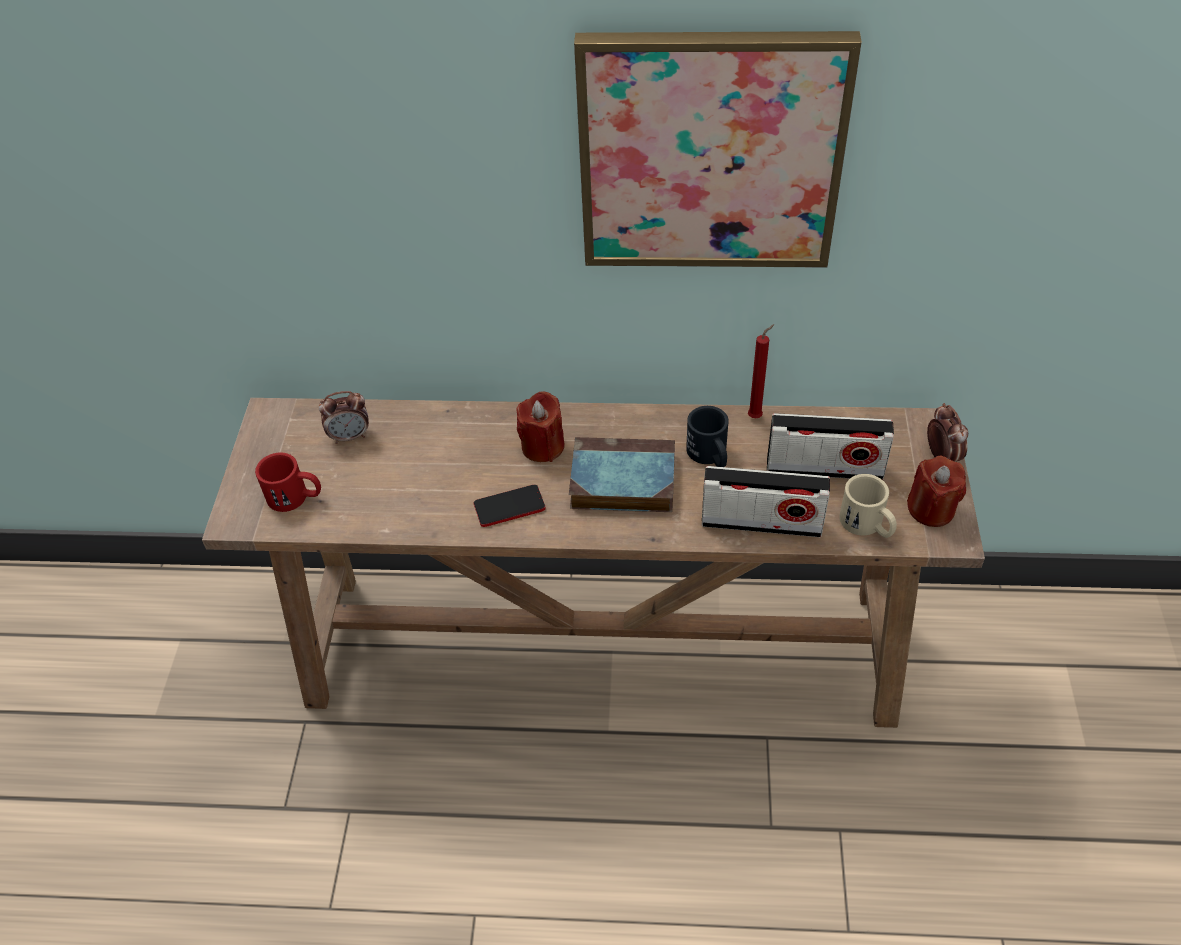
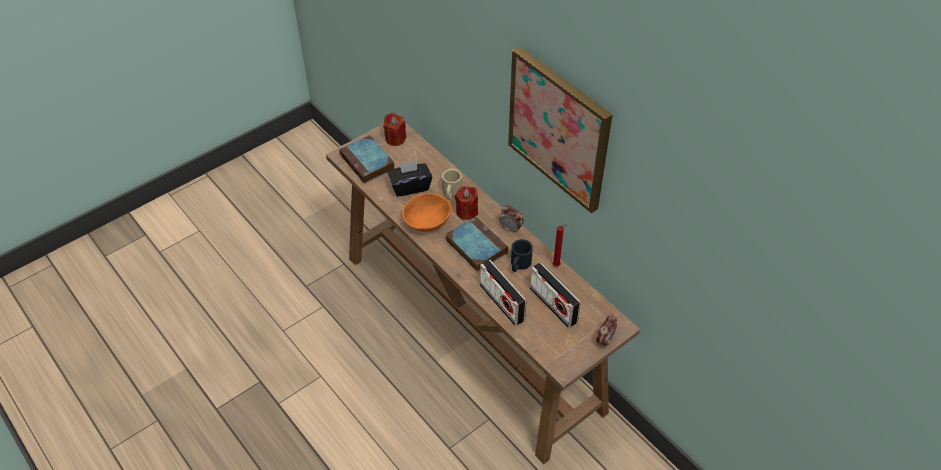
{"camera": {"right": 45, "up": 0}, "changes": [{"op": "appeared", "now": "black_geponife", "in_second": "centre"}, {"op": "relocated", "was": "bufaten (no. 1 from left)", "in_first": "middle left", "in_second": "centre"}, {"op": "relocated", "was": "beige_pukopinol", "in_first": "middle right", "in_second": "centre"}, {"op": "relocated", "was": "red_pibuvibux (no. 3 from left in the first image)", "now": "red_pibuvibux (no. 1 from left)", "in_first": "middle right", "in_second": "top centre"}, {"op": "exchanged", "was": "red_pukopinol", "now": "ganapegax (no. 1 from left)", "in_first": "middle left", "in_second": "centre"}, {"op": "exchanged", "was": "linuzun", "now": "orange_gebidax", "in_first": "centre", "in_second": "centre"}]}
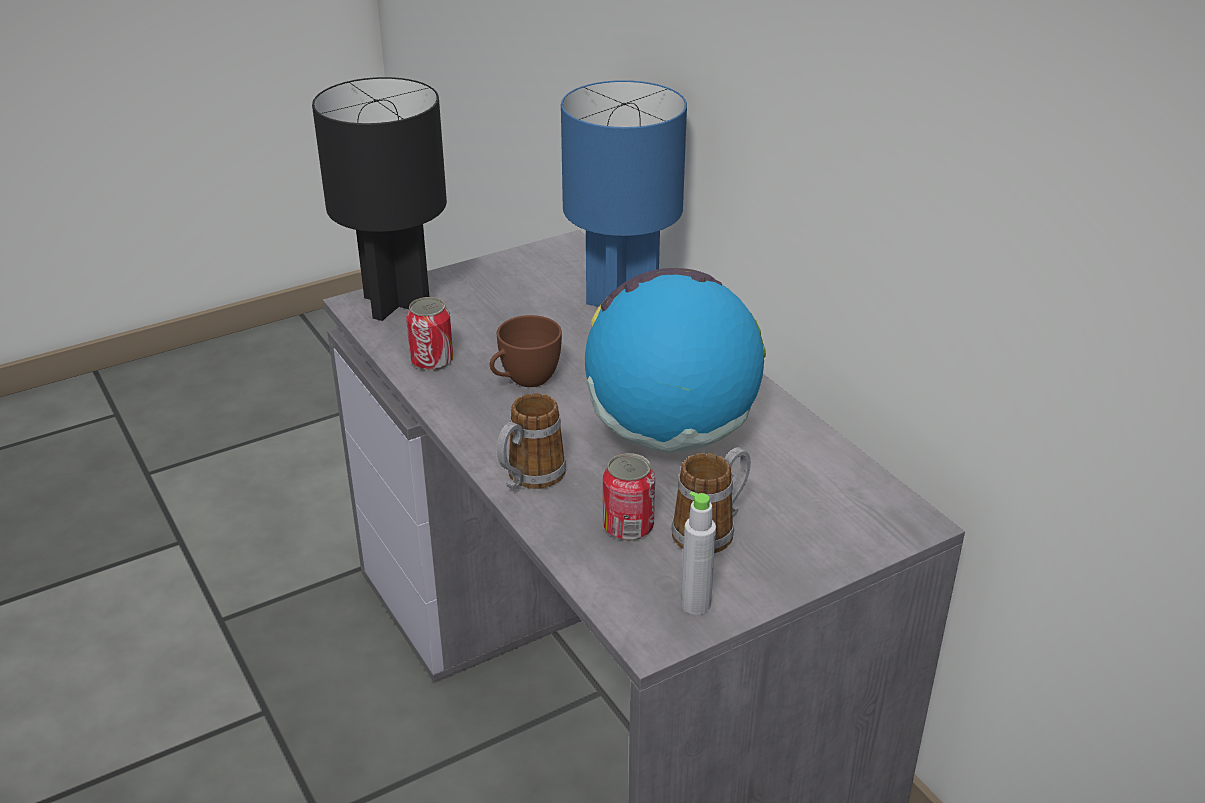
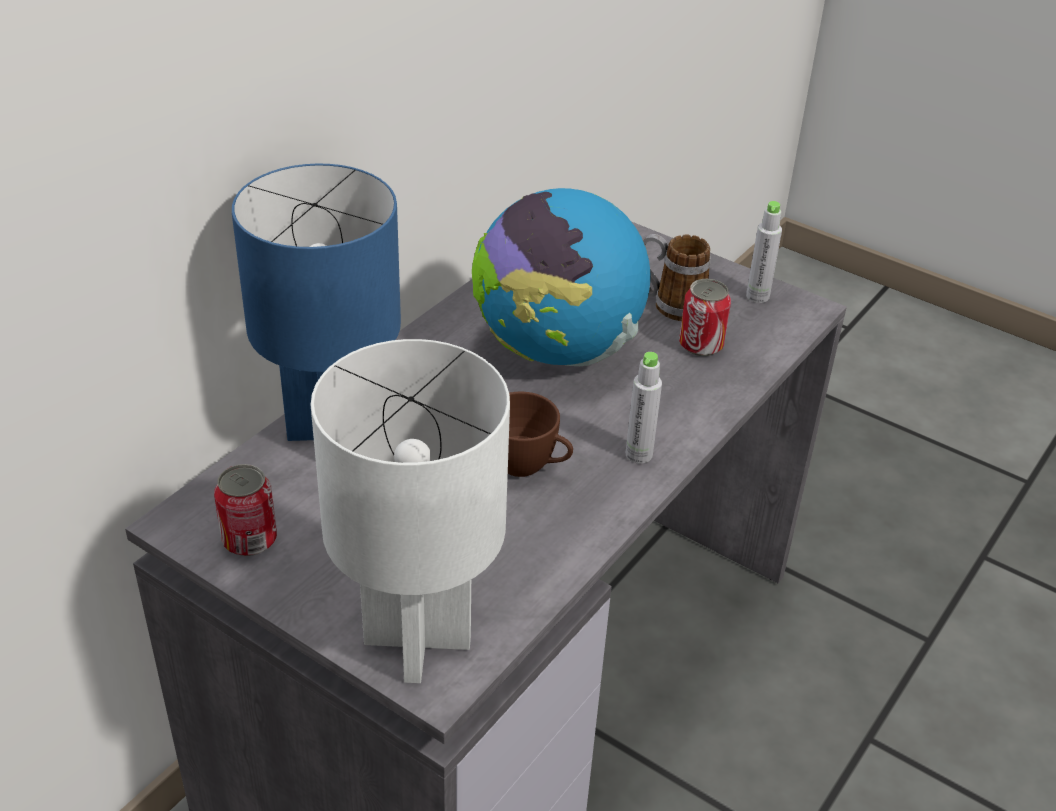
{"camera": {"right": -115, "up": 5}, "changes": [{"op": "missing", "was": "pukopinol (no. 1 from left)", "in_first": "centre"}, {"op": "appeared", "now": "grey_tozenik (no. 1 from left)", "in_second": "centre"}, {"op": "relocated", "was": "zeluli (no. 1 from left)", "in_first": "centre", "in_second": "middle left"}, {"op": "colour", "was": "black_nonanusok", "now": "white_nonanusok", "in_first": "top left", "in_second": "centre"}]}
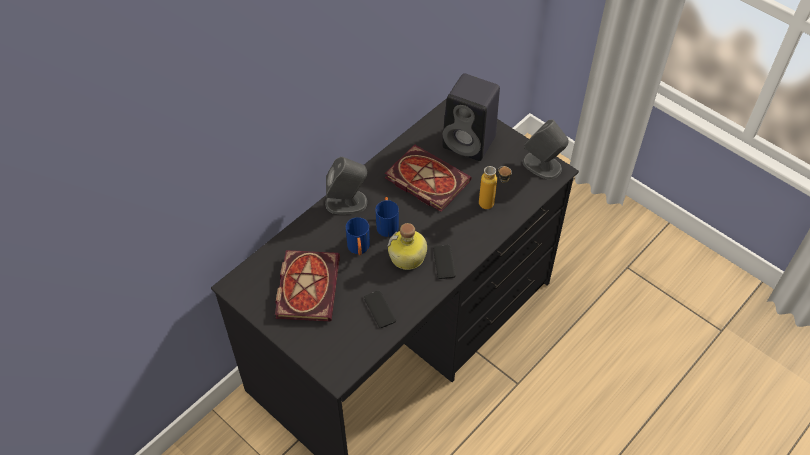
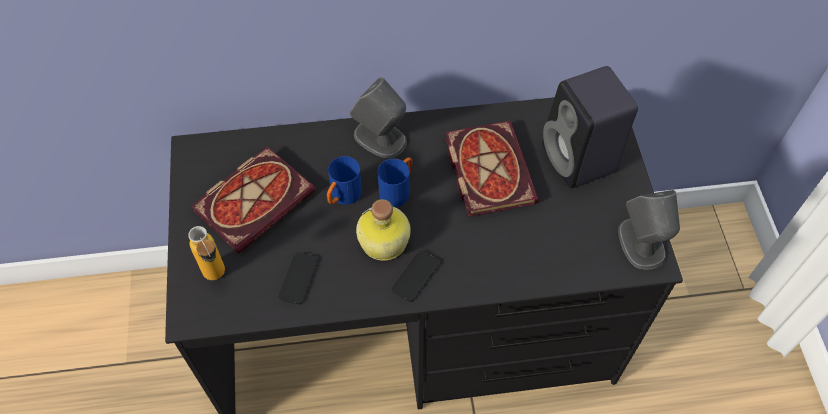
{"camera": {"right": 40, "up": 5}, "changes": [{"op": "relocated", "was": "tozenik (no. 2 from left in the first image)", "now": "tozenik (no. 1 from left)", "in_first": "centre", "in_second": "middle left"}]}
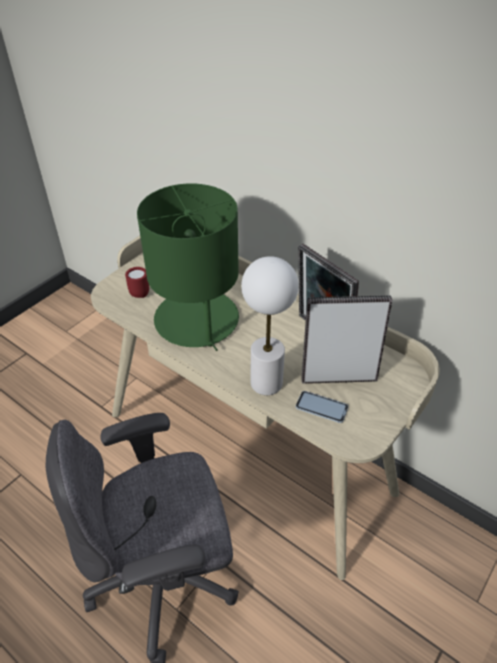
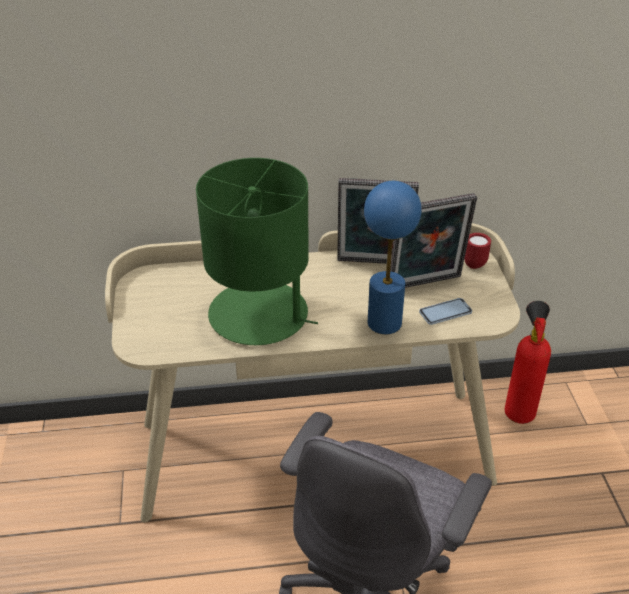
{"camera": {"right": -45, "up": -5}, "changes": [{"op": "appeared", "now": "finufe", "in_second": "middle right"}, {"op": "relocated", "was": "red_pukopinol", "in_first": "middle left", "in_second": "middle right"}, {"op": "colour", "was": "white_nonanusok", "now": "blue_nonanusok", "in_first": "centre", "in_second": "centre"}, {"op": "spun", "was": "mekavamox (no. 2 from left)", "in_first": "middle right", "in_second": "middle right", "clockwise": -150}]}
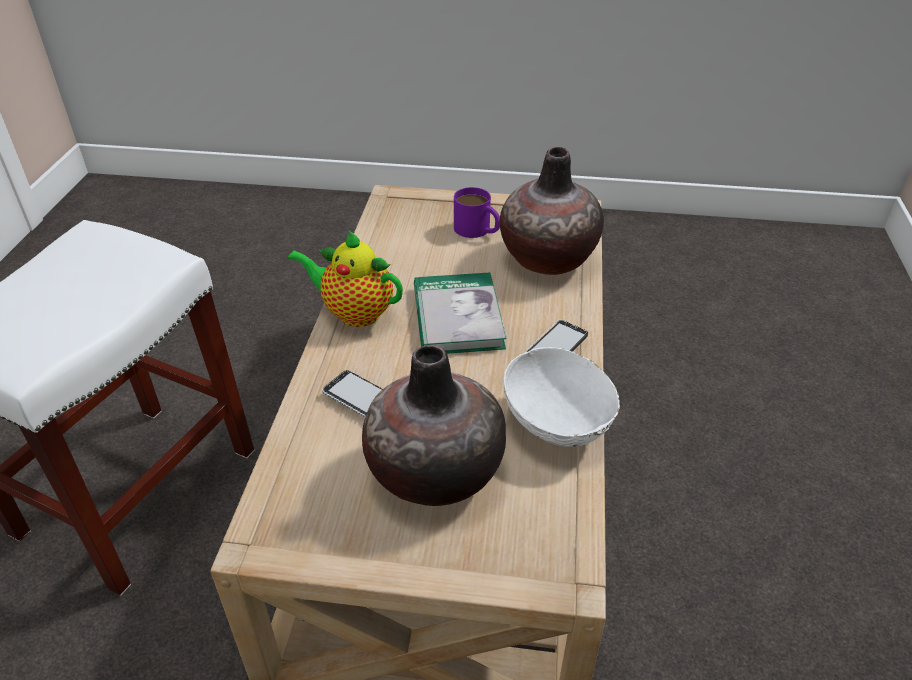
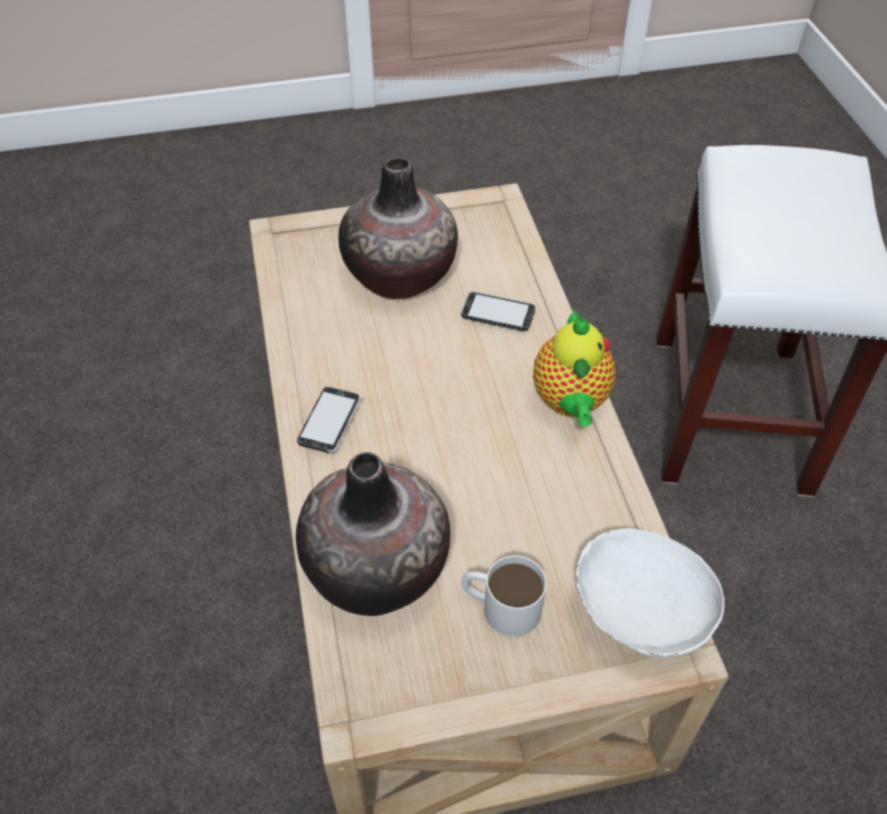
{"camera": {"right": 160, "up": 10}, "changes": [{"op": "missing", "was": "ganapegax", "in_first": "centre"}, {"op": "relocated", "was": "white_gebidax", "in_first": "centre", "in_second": "bottom right"}, {"op": "colour", "was": "purple_pukopinol", "now": "white_pukopinol", "in_first": "top centre", "in_second": "bottom centre"}, {"op": "spun", "was": "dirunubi", "in_first": "centre", "in_second": "centre", "clockwise": 90}]}
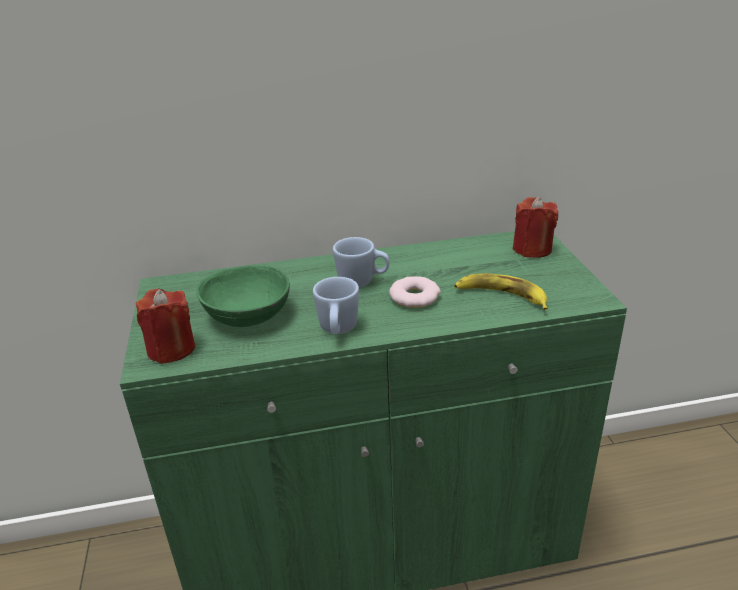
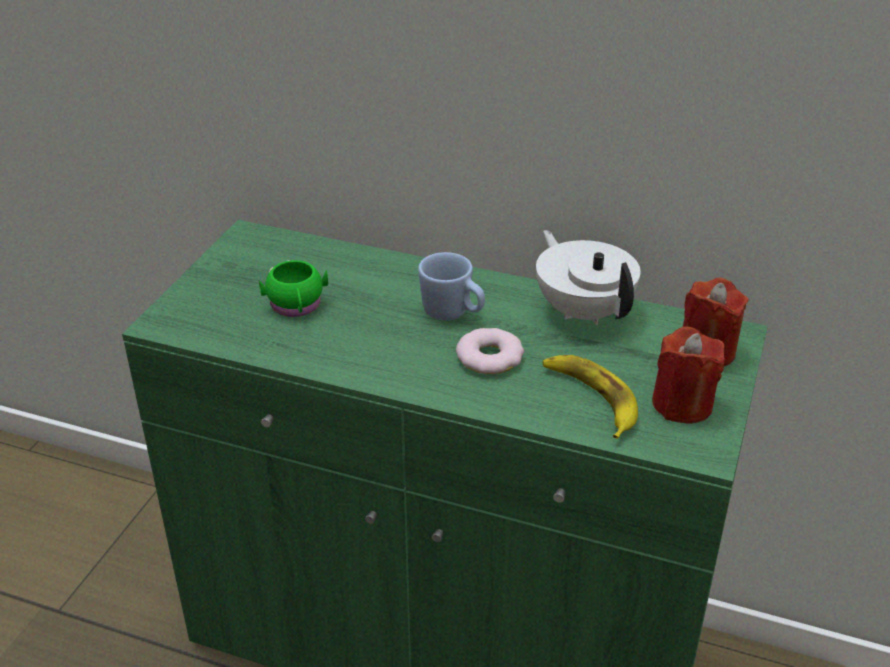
{"camera": {"right": 30, "up": 5}, "changes": [{"op": "missing", "was": "blue_pukopinol (no. 1 from left)", "in_first": "centre"}, {"op": "appeared", "now": "white_dirunubi", "in_second": "centre"}, {"op": "relocated", "was": "red_pibuvibux (no. 1 from left)", "in_first": "middle left", "in_second": "middle right"}, {"op": "exchanged", "was": "green_gebidax", "now": "green_pukopinol", "in_first": "middle left", "in_second": "middle left"}]}
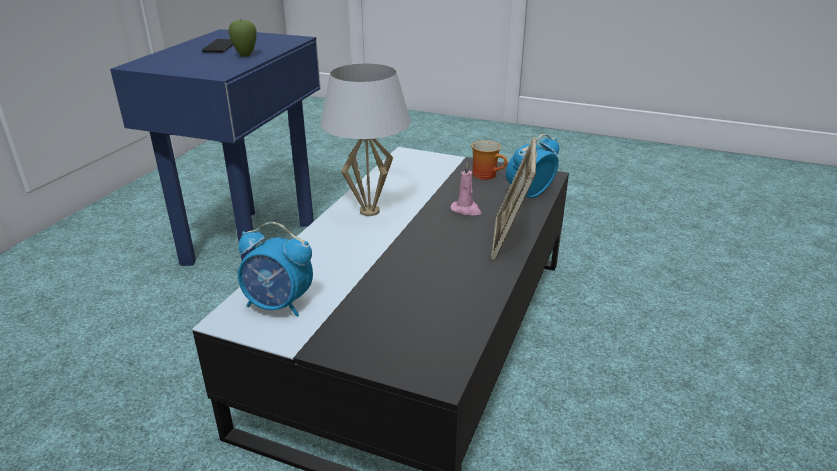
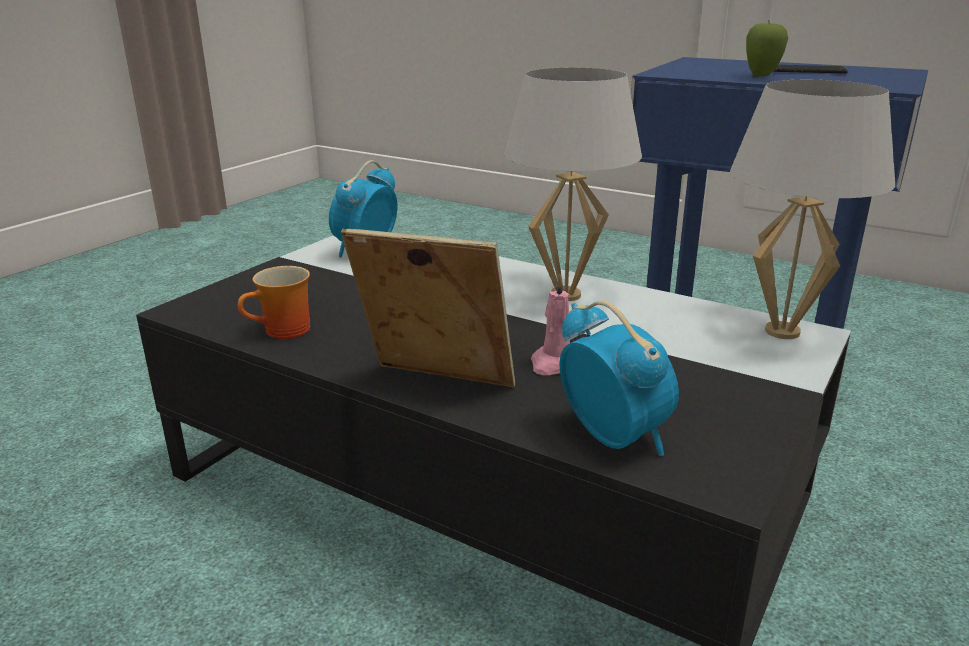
{"camera": {"right": 100, "up": -5}, "changes": [{"op": "appeared", "now": "white_nonanusok (no. 2 from left)", "in_second": "top right"}, {"op": "relocated", "was": "pukopinol", "in_first": "centre", "in_second": "middle left"}]}
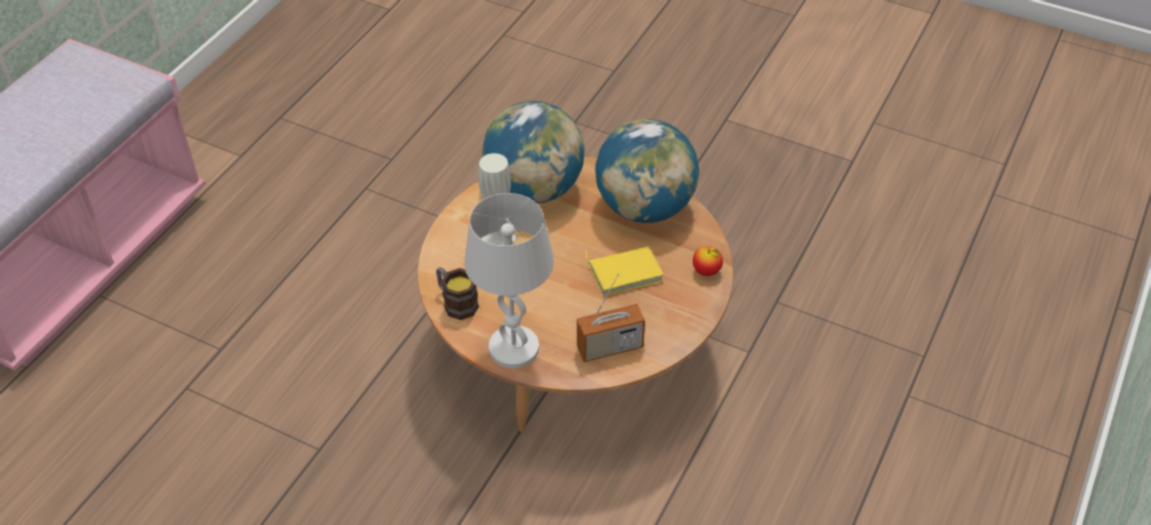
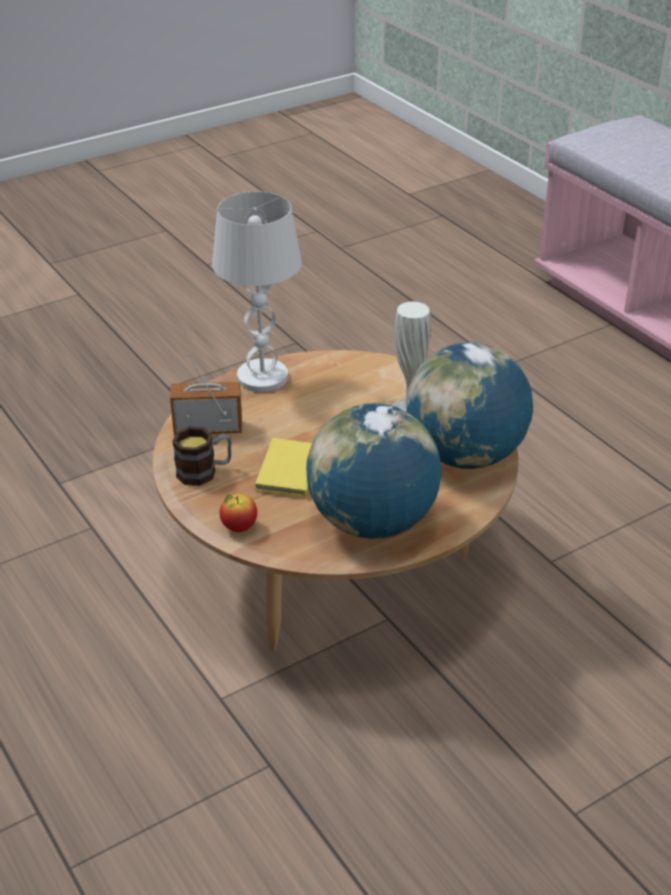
{"camera": {"right": 120, "up": -10}, "changes": [{"op": "relocated", "was": "pukopinol", "in_first": "centre", "in_second": "middle left"}, {"op": "spun", "was": "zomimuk", "in_first": "centre", "in_second": "middle left", "clockwise": 75}]}
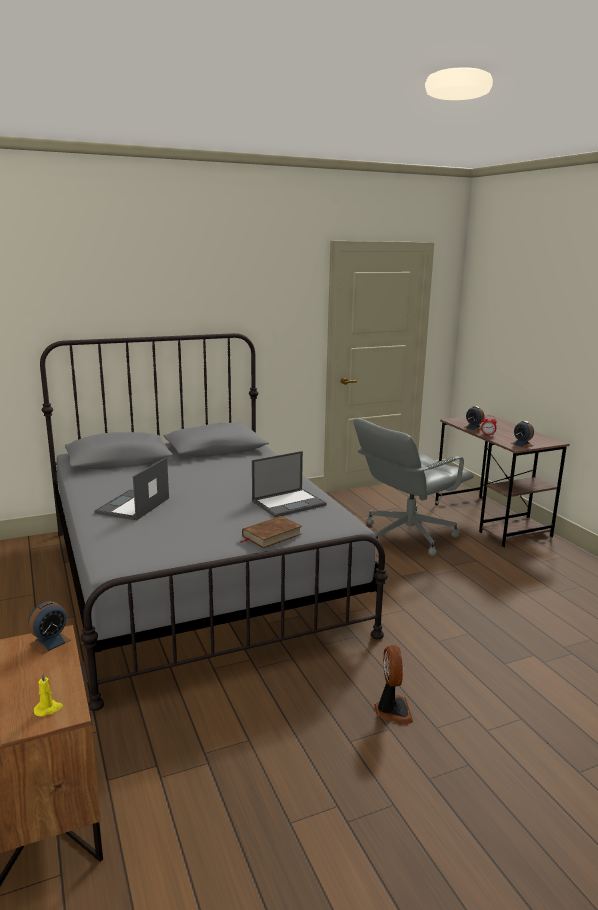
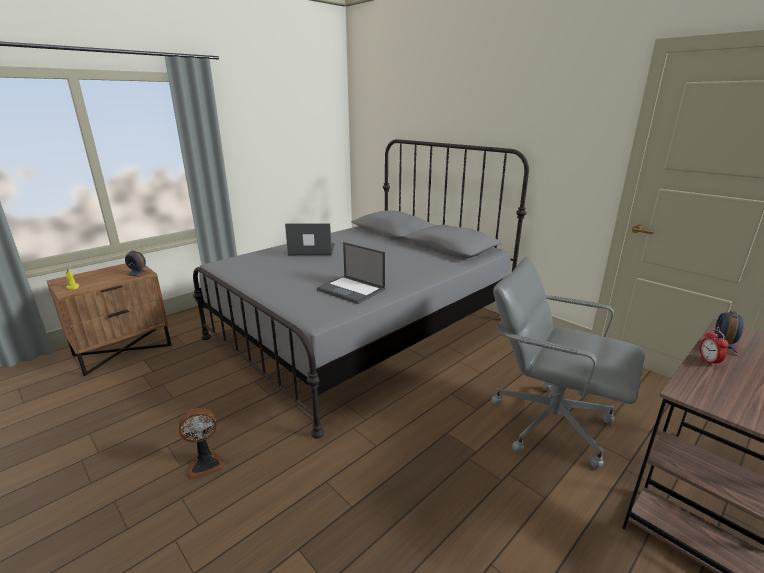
{"camera": {"right": 70, "up": 5}, "changes": [{"op": "missing", "was": "brown_ganapegax", "in_first": "centre"}, {"op": "missing", "was": "bufaten (no. 4 from left)", "in_first": "middle right"}]}
